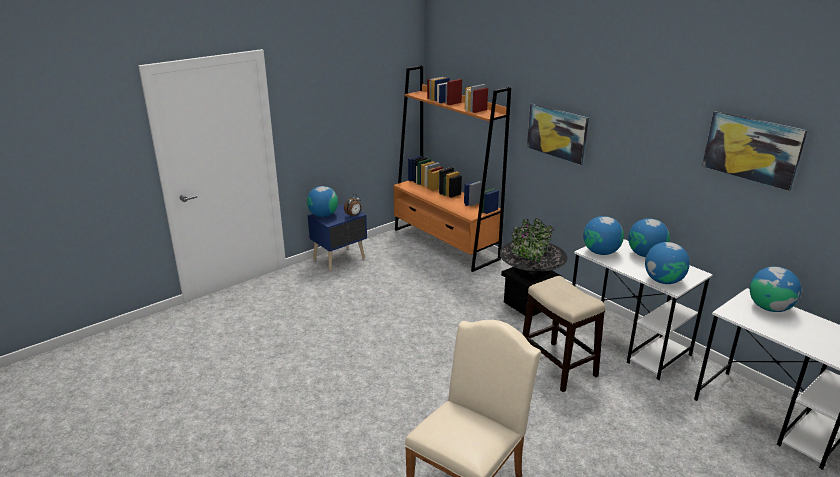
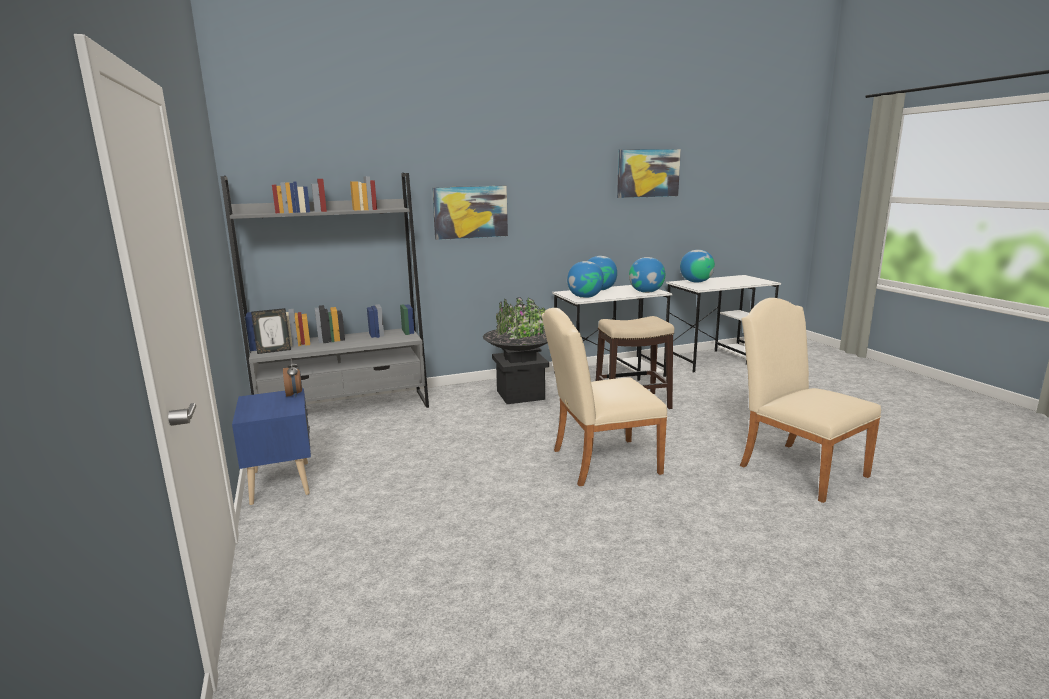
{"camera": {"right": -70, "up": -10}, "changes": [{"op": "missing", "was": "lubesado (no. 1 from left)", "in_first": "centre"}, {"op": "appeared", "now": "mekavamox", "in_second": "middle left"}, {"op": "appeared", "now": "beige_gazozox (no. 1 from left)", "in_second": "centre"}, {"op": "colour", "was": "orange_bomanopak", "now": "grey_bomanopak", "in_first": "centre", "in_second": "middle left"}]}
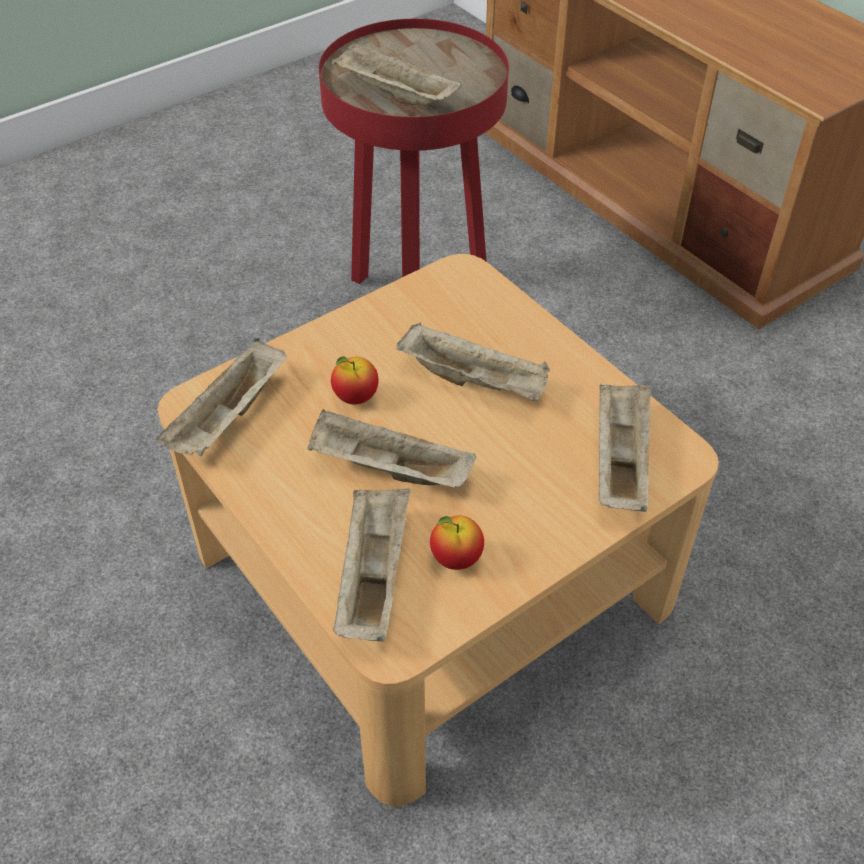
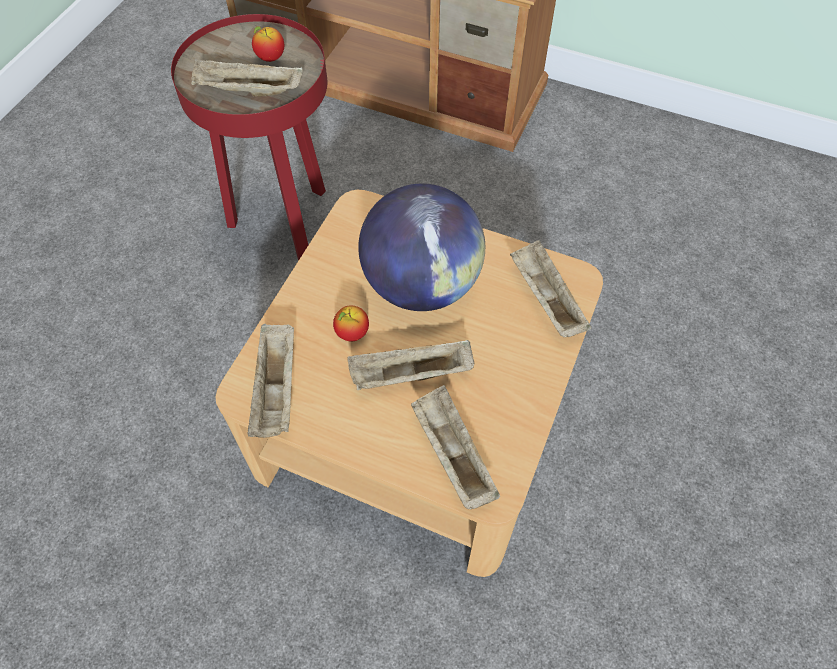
{"camera": {"right": -30, "up": 10}, "changes": [{"op": "relocated", "was": "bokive (no. 2 from left in the first image)", "now": "bokive (no. 1 from left)", "in_first": "centre", "in_second": "top left"}, {"op": "exchanged", "was": "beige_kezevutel (no. 5 from left)", "now": "lubesado", "in_first": "centre", "in_second": "centre"}]}
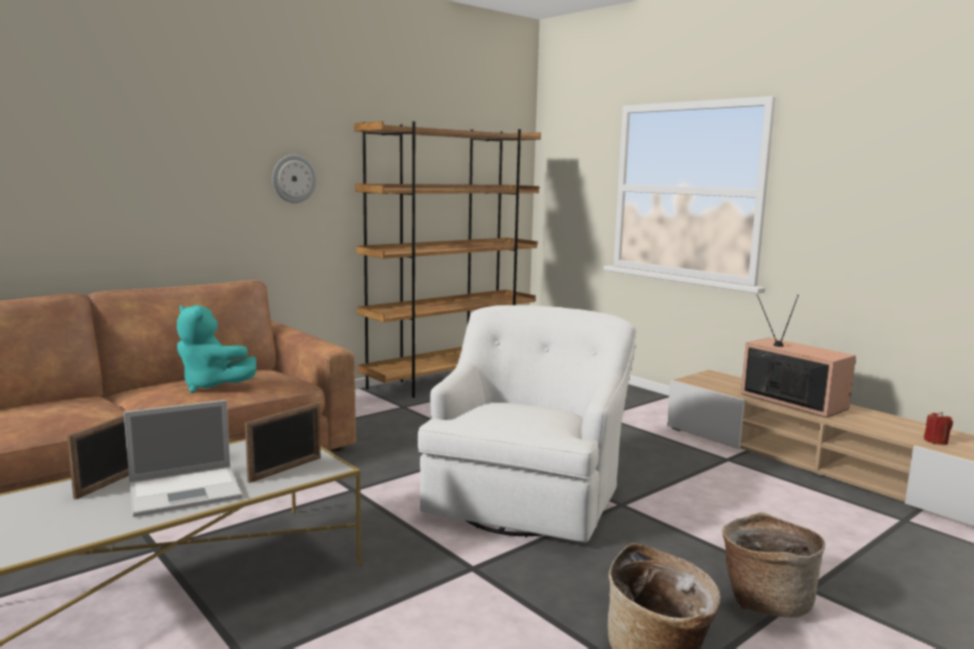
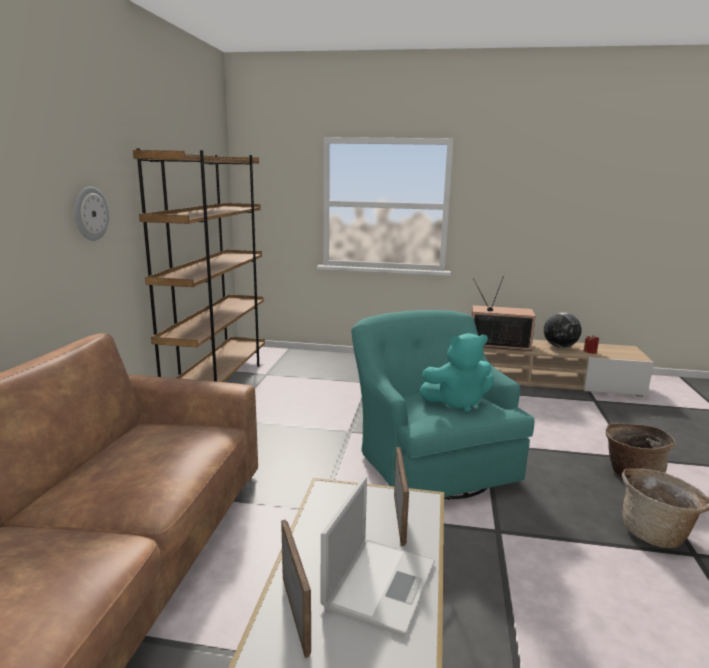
{"camera": {"right": -40, "up": 5}, "changes": [{"op": "appeared", "now": "lubesado", "in_second": "middle right"}, {"op": "relocated", "was": "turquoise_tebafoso", "in_first": "middle left", "in_second": "centre"}, {"op": "colour", "was": "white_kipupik", "now": "turquoise_kipupik", "in_first": "centre", "in_second": "centre"}]}
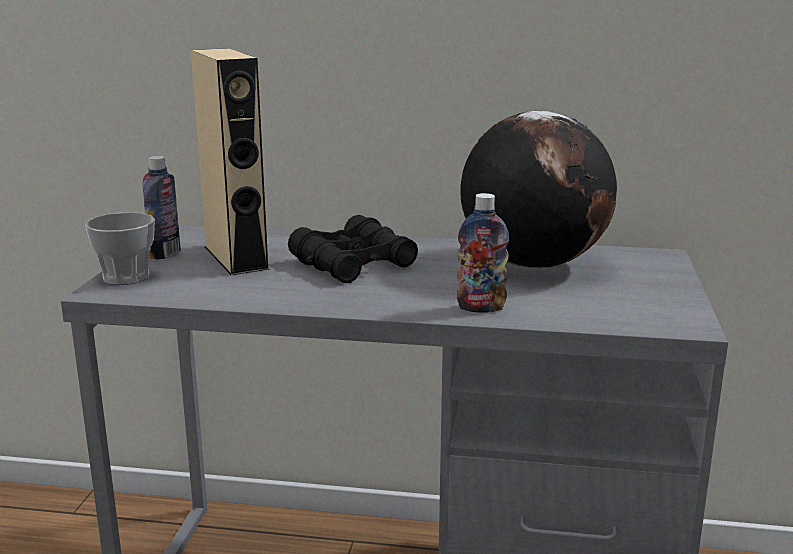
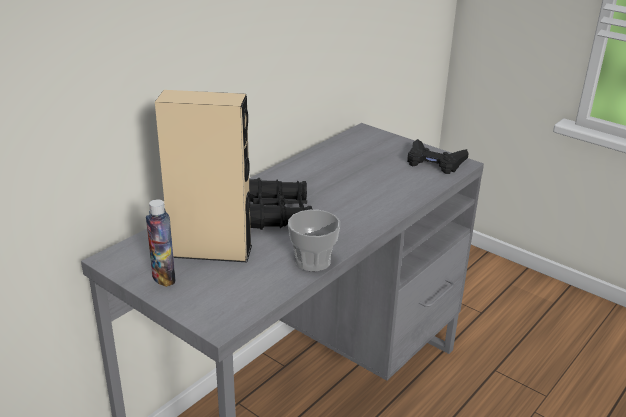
{"camera": {"right": -60, "up": 10}, "changes": [{"op": "missing", "was": "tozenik (no. 2 from left)", "in_first": "centre"}, {"op": "missing", "was": "lubesado", "in_first": "middle right"}, {"op": "appeared", "now": "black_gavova", "in_second": "middle right"}, {"op": "relocated", "was": "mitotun", "in_first": "middle left", "in_second": "centre"}]}
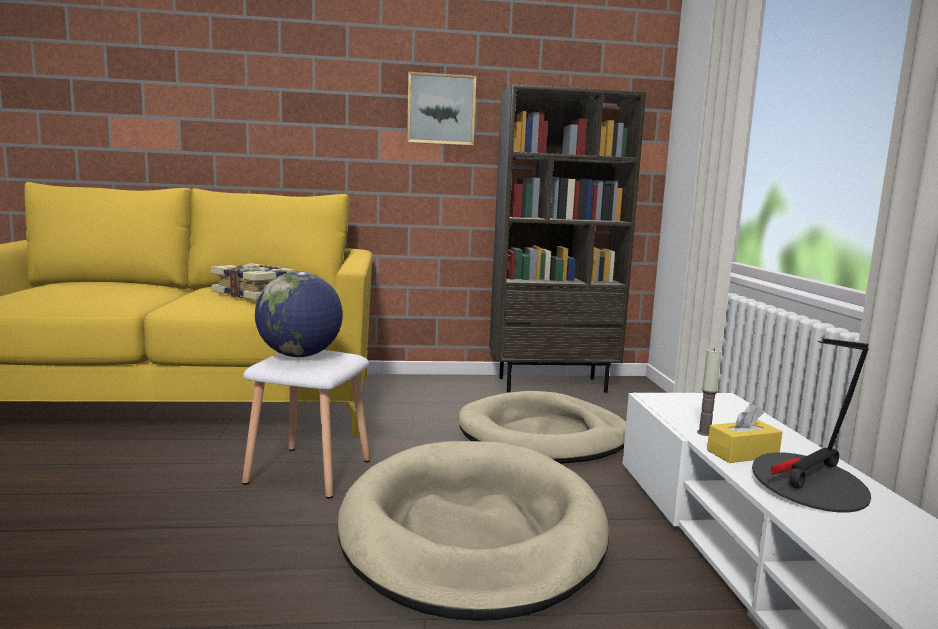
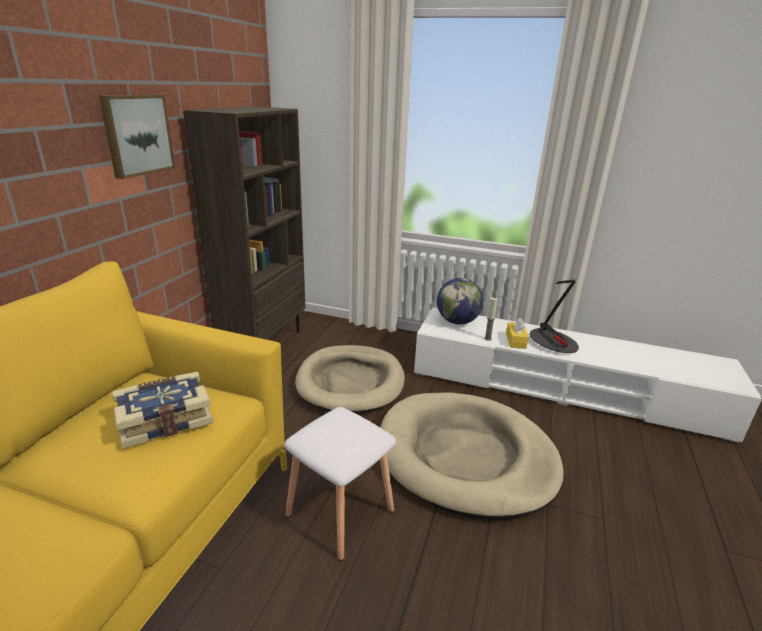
{"camera": {"right": -65, "up": 15}, "changes": [{"op": "relocated", "was": "lubesado", "in_first": "middle left", "in_second": "centre"}]}
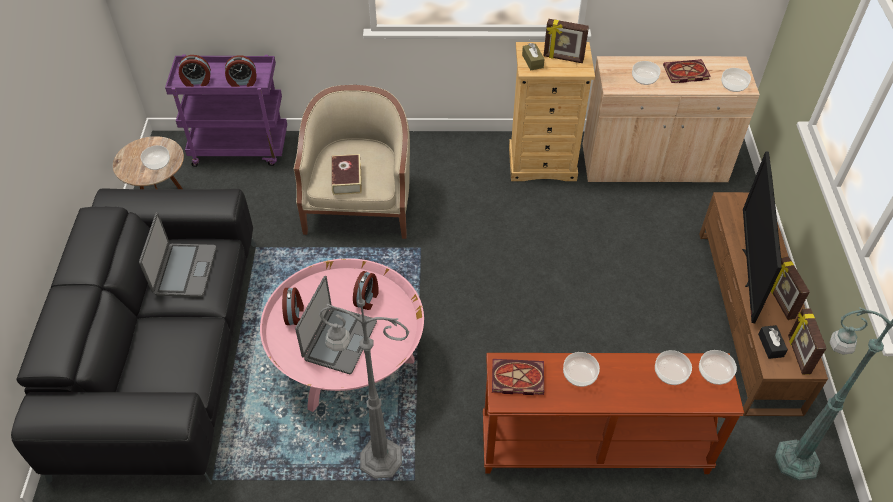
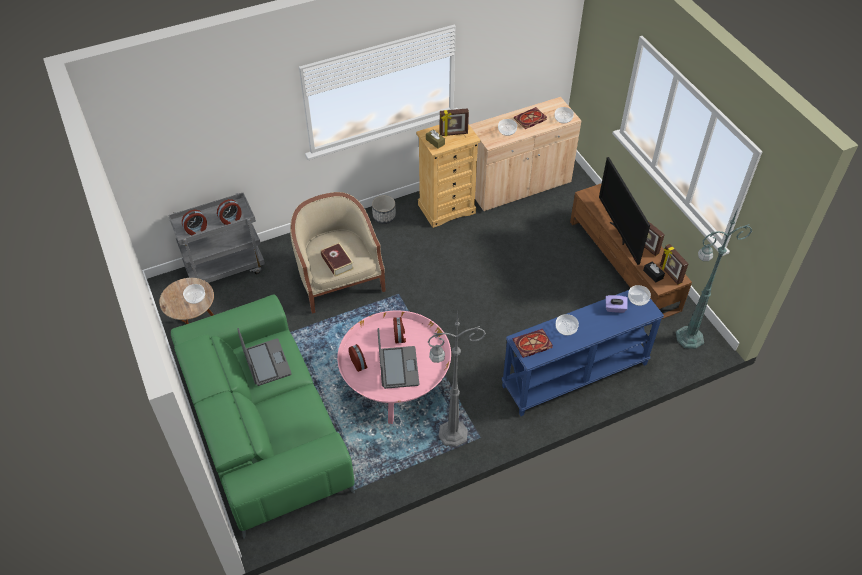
{"camera": {"right": -25, "up": 0}, "changes": [{"op": "appeared", "now": "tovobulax", "in_second": "centre"}, {"op": "exchanged", "was": "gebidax (no. 4 from left)", "now": "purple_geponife", "in_first": "bottom right", "in_second": "middle right"}, {"op": "colour", "was": "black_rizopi", "now": "green_rizopi", "in_first": "bottom left", "in_second": "bottom left"}, {"op": "colour", "was": "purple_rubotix", "now": "grey_rubotix", "in_first": "top left", "in_second": "middle left"}, {"op": "colour", "was": "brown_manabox", "now": "blue_manabox", "in_first": "bottom right", "in_second": "middle right"}]}
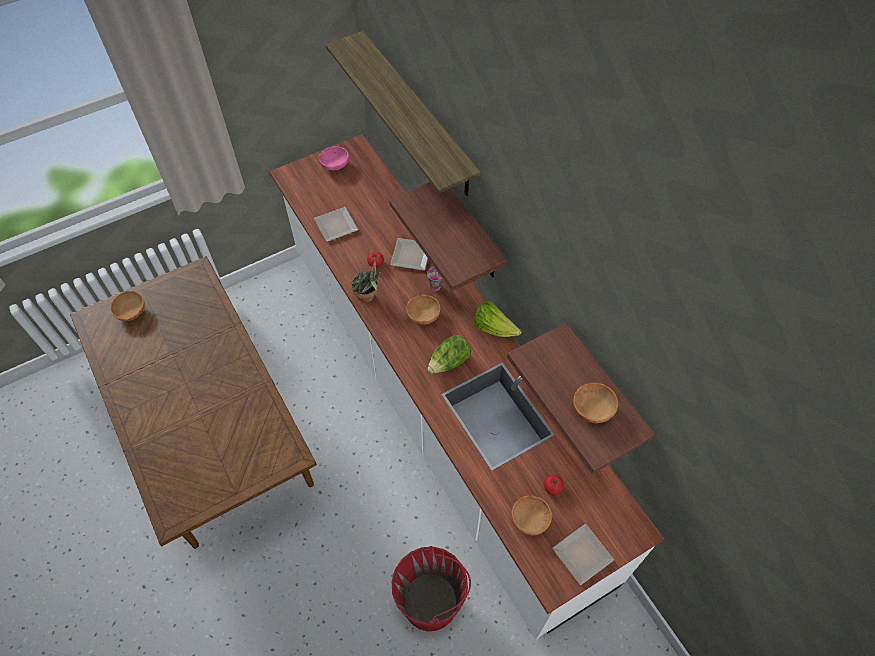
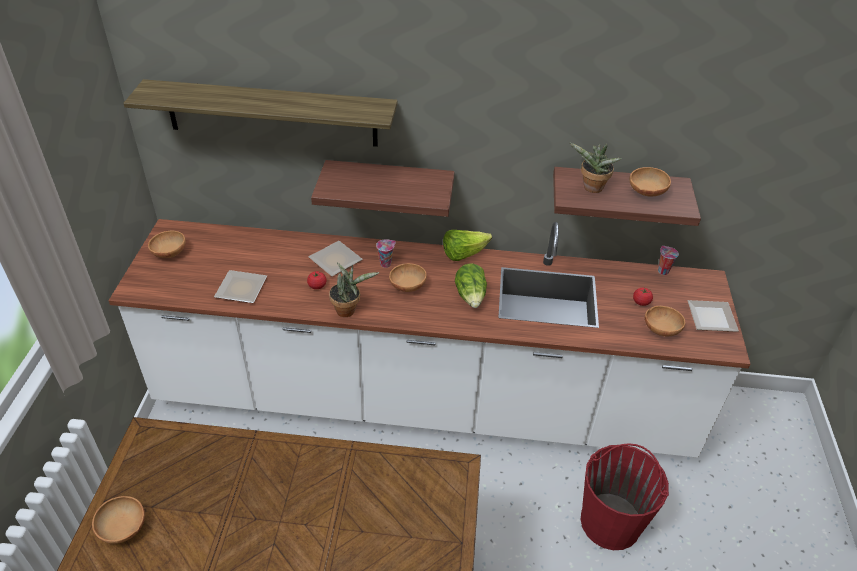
{"camera": {"right": -55, "up": -15}, "changes": [{"op": "appeared", "now": "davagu (no. 2 from left)", "in_second": "top right"}, {"op": "appeared", "now": "mitotun (no. 2 from left)", "in_second": "middle right"}, {"op": "colour", "was": "pink_gebidax", "now": "brown_gebidax (no. 2 from left)", "in_first": "top centre", "in_second": "middle left"}]}
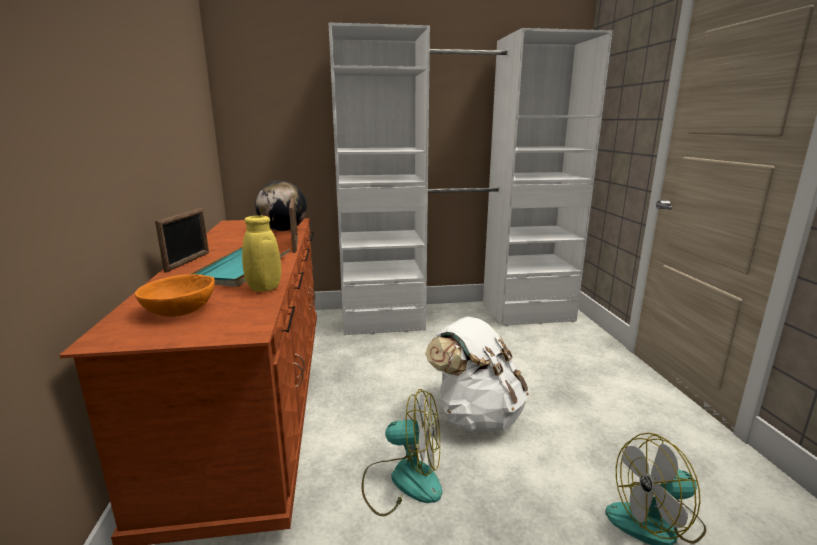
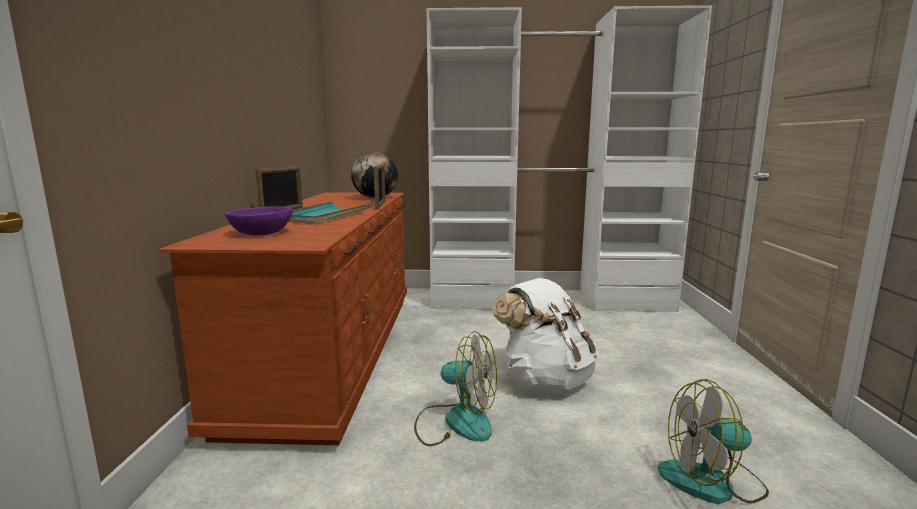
{"camera": {"right": 10, "up": -5}, "changes": [{"op": "missing", "was": "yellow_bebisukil", "in_first": "middle left"}, {"op": "colour", "was": "orange_gebidax", "now": "purple_gebidax", "in_first": "middle left", "in_second": "middle left"}]}
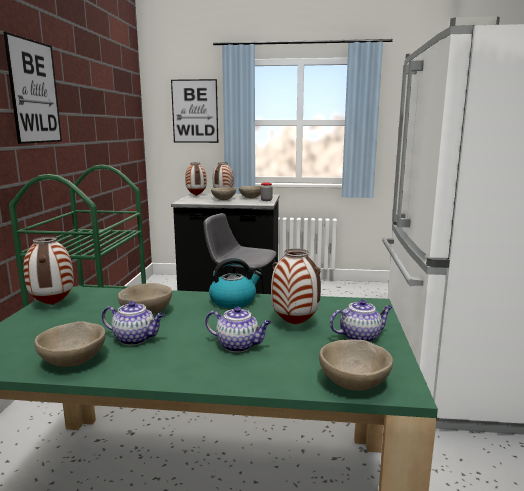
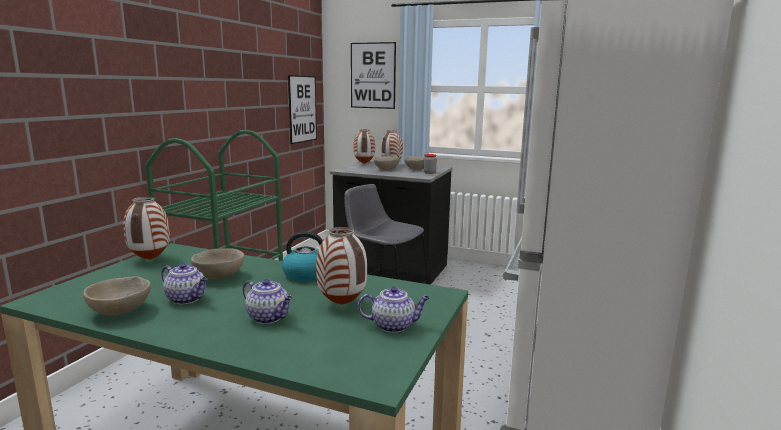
{"camera": {"right": 15, "up": 0}, "changes": [{"op": "missing", "was": "beige_gebidax (no. 5 from left)", "in_first": "bottom right"}, {"op": "relocated", "was": "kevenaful (no. 1 from left)", "in_first": "top left", "in_second": "top centre"}]}
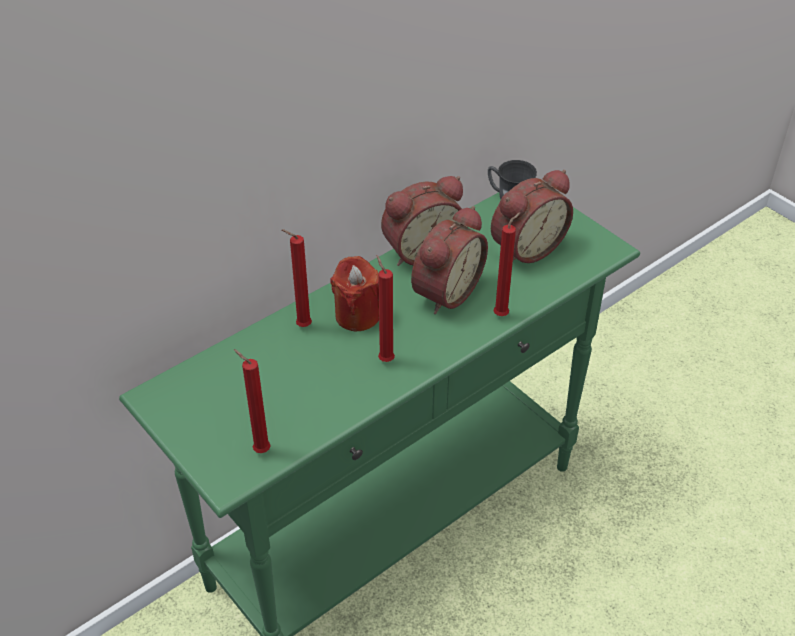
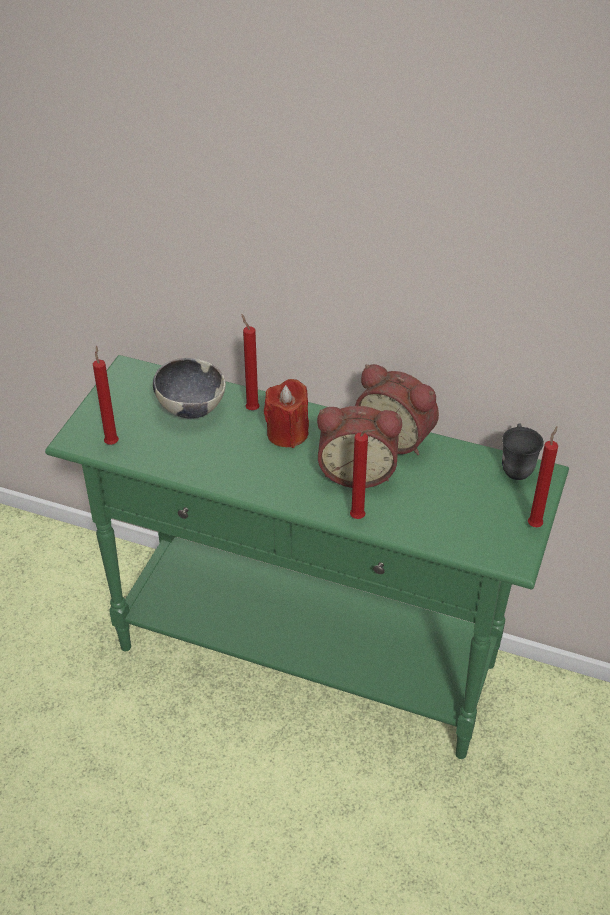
{"camera": {"right": 60, "up": 0}, "changes": [{"op": "missing", "was": "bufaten (no. 3 from left)", "in_first": "middle right"}, {"op": "appeared", "now": "gebidax", "in_second": "middle left"}, {"op": "relocated", "was": "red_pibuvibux (no. 4 from left in the first image)", "now": "red_pibuvibux (no. 5 from left)", "in_first": "centre", "in_second": "middle right"}]}
